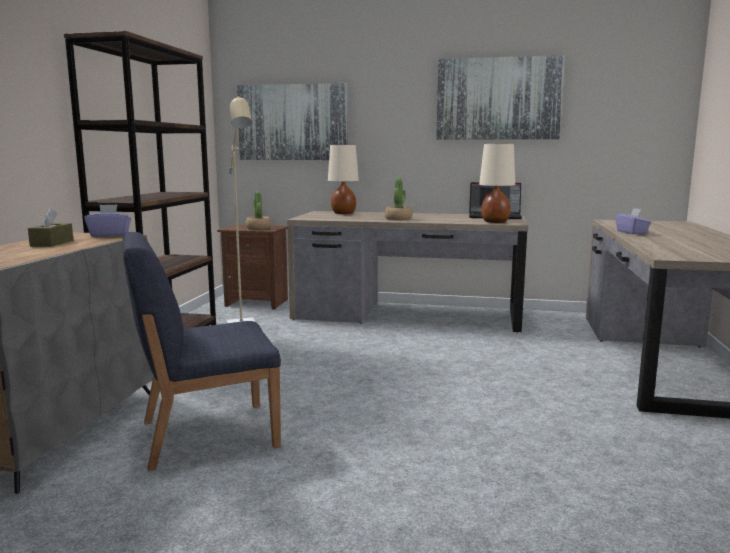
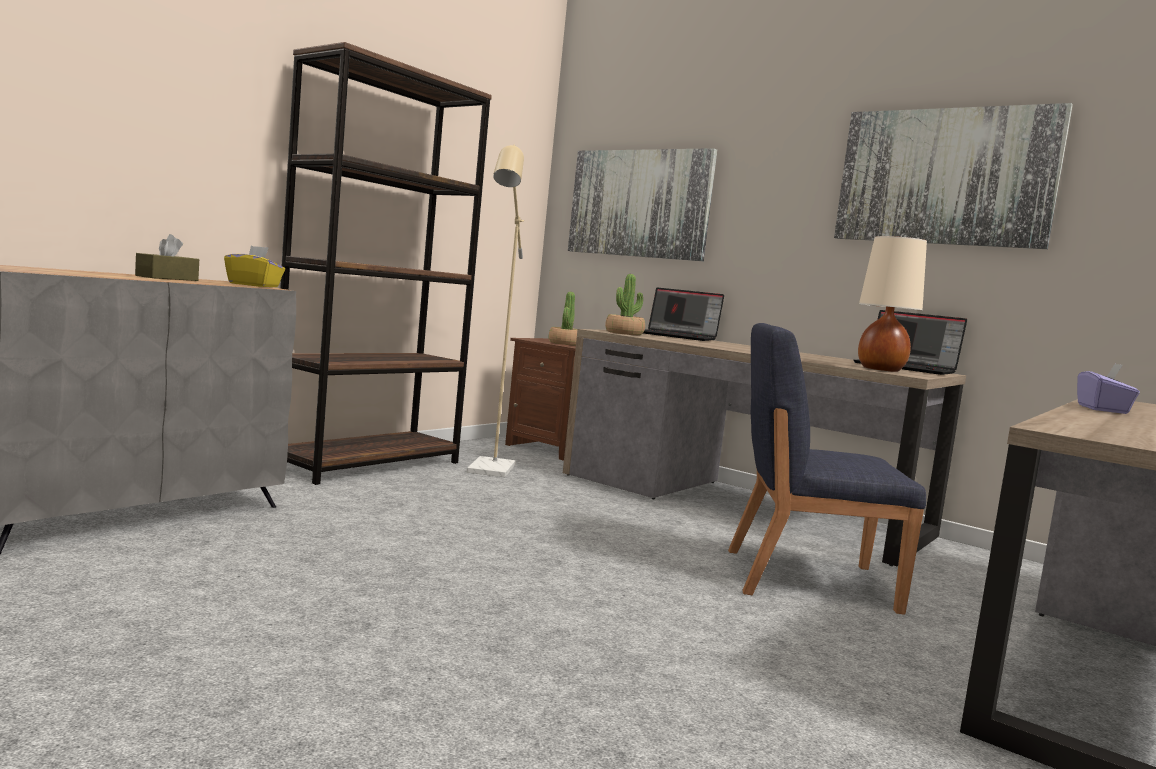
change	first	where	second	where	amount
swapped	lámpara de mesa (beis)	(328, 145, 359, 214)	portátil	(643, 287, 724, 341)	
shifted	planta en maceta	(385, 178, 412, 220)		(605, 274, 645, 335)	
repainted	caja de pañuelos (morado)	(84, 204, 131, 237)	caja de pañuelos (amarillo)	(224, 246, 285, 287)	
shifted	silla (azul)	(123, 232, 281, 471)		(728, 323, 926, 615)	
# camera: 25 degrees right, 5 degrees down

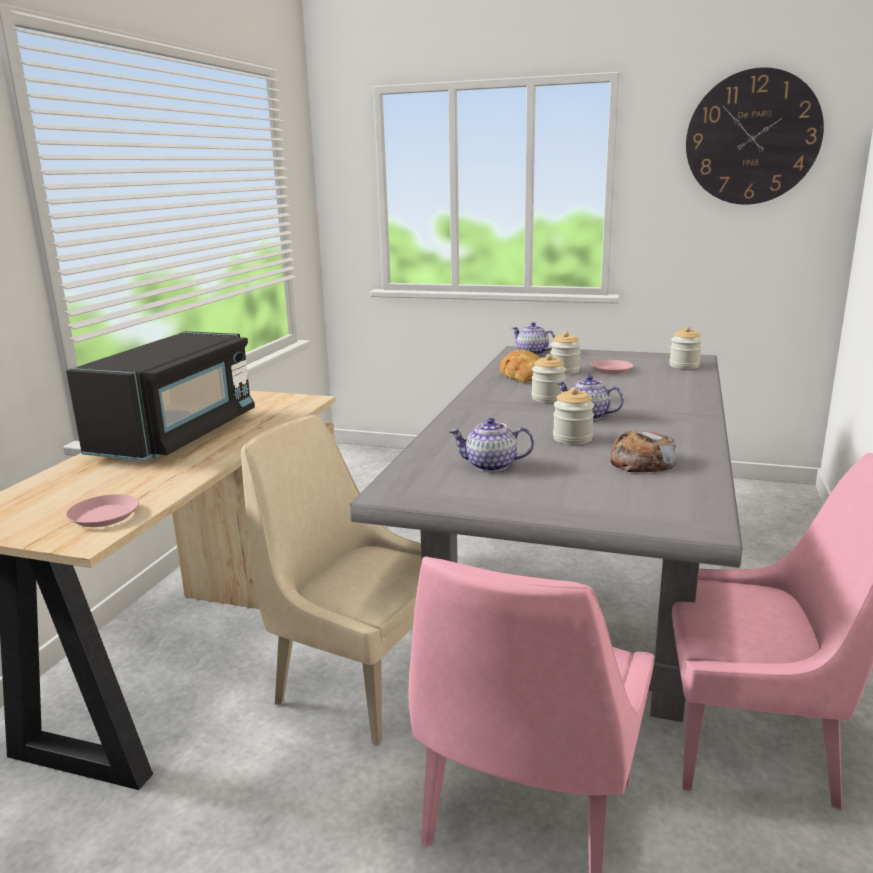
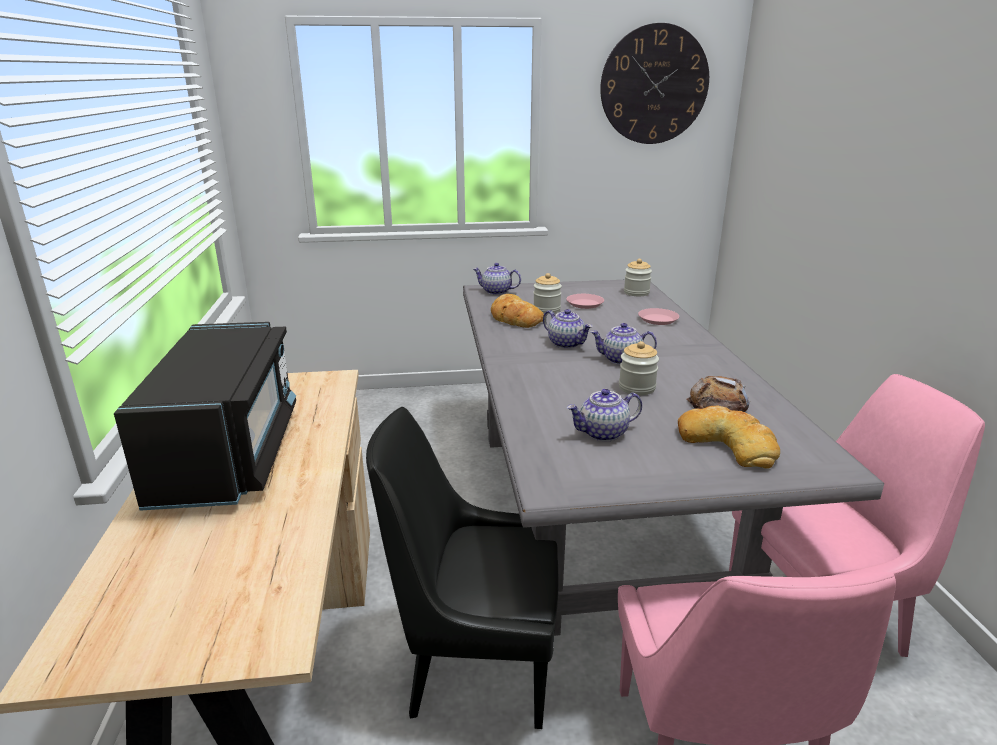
change	first	where	second	where	amount
swapped	tarro	(531, 354, 566, 403)	tetera	(543, 309, 592, 349)	
repainted	silla (beis)	(241, 415, 422, 746)	silla (negro)	(366, 407, 558, 729)	
shifted	plato (rosa)	(66, 494, 139, 527)		(638, 308, 679, 325)	
new			pan	(678, 405, 780, 469)	
# camera: 25 degrees left, 5 degrees up

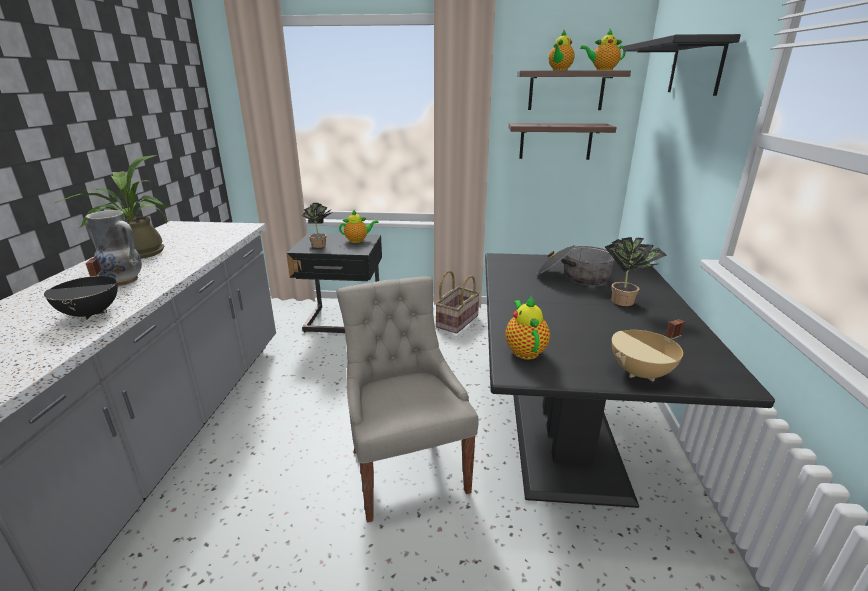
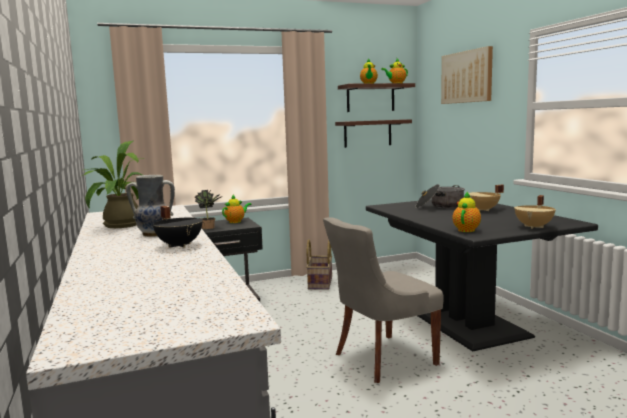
change	first	where	second	where	amount
swapped	estante (negro)	(623, 34, 741, 96)	cuadro	(441, 46, 493, 104)	
swapped	planta en maceta	(605, 237, 667, 306)	olla (beis)	(469, 185, 504, 211)	
rotated	silla (gris)	(336, 276, 479, 522)		(323, 217, 444, 383)	75 degrees counterclockwise
rotated	tetera	(505, 296, 550, 359)		(452, 191, 481, 232)	60 degrees clockwise
# camera: 25 degrees left, 15 degrees down

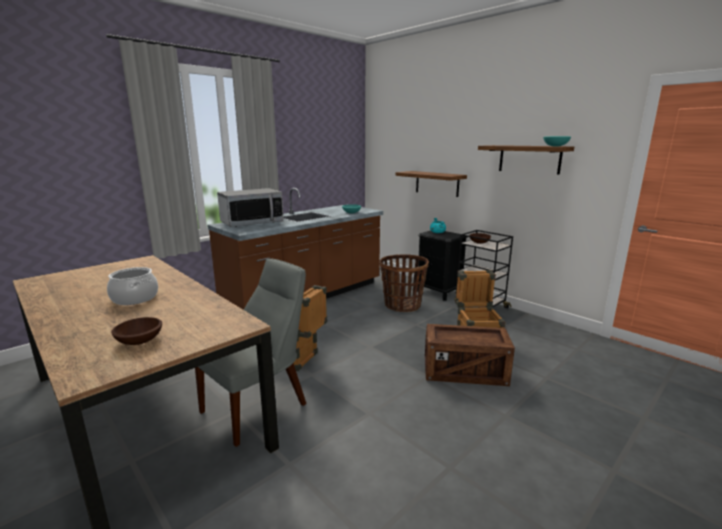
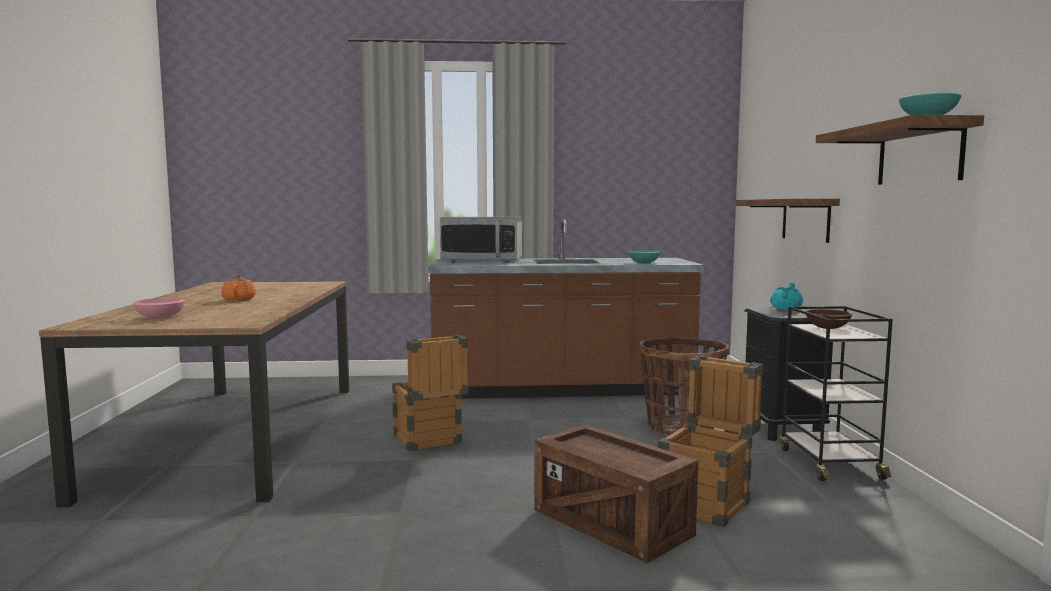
change	first	where	second	where	amount
gone	silla (gris)	(195, 258, 306, 447)			
swapped	olla	(107, 267, 158, 305)	tetera (naranja)	(221, 275, 256, 301)	
repainted	cuenco (marrón)	(111, 317, 162, 345)	cuenco (rosa)	(133, 298, 185, 319)	
# camera: 40 degrees right, 10 degrees down

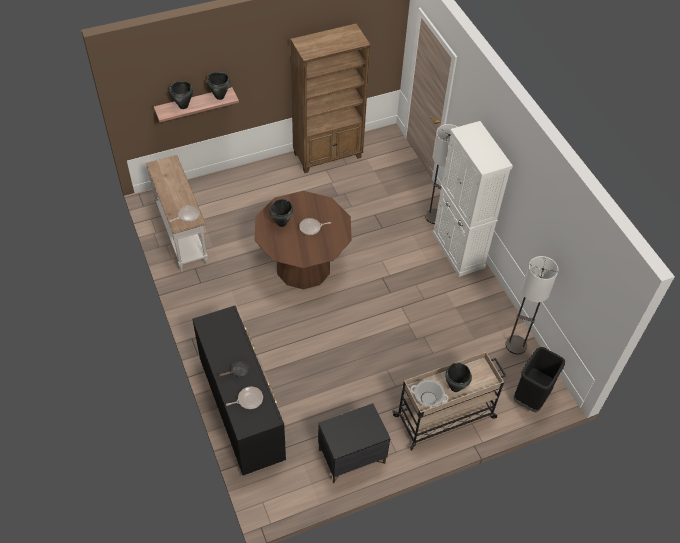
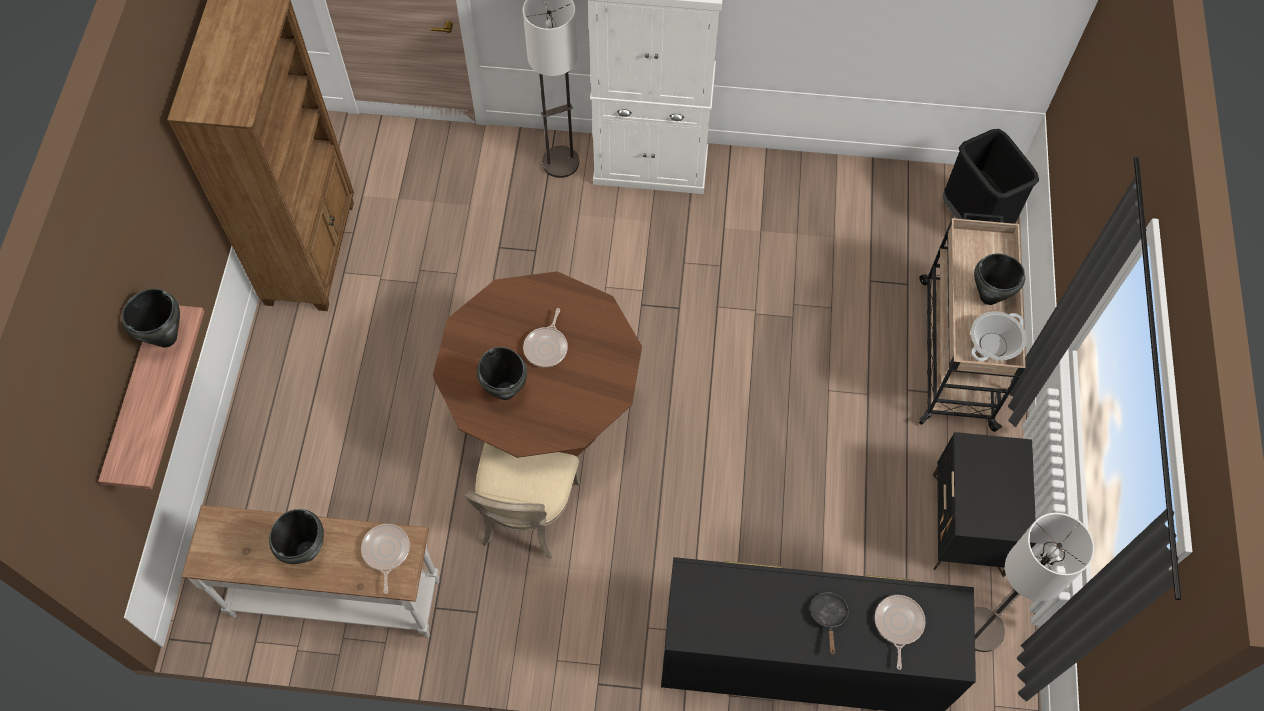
change	first	where	second	where	amount
shifted	olla (negro)	(169, 81, 193, 109)		(269, 509, 324, 564)	
shifted	lámpara de pie	(505, 256, 558, 354)		(974, 512, 1094, 652)	
new			silla (beis)	(464, 442, 580, 559)	
# camera: 60 degrees left, 10 degrees up

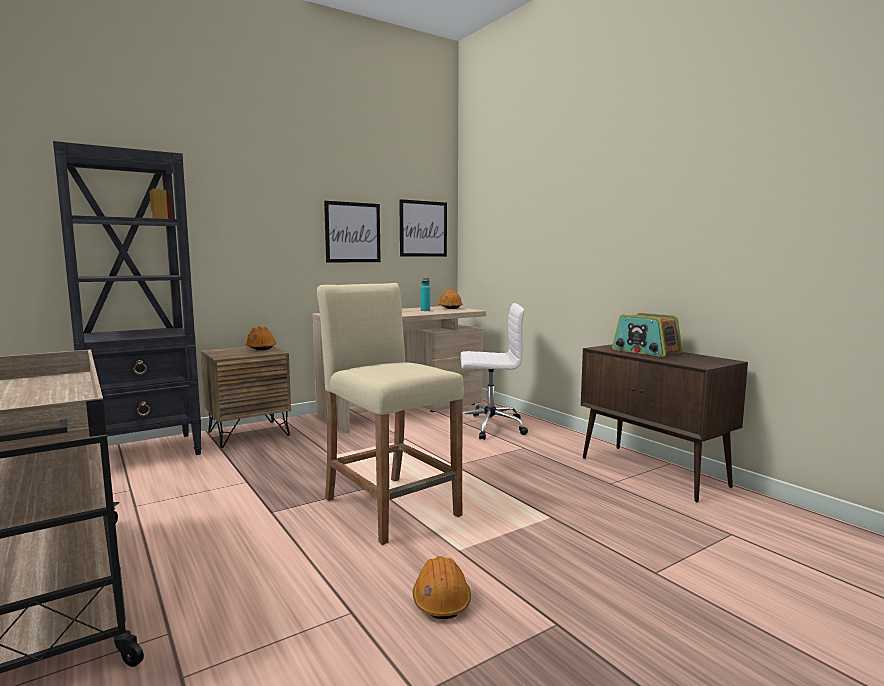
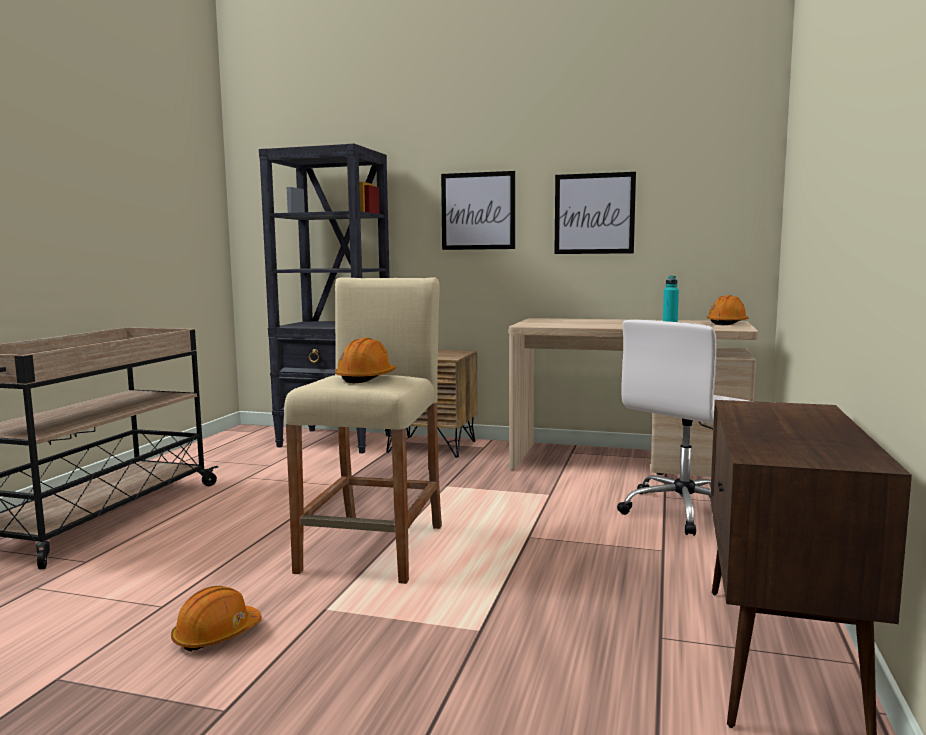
change	first	where	second	where	amount
shifted	cuadro	(399, 199, 447, 257)		(441, 171, 515, 250)	
rotated	silla de oficina (blanco)	(460, 303, 528, 440)		(617, 320, 749, 536)	90 degrees clockwise
gone	radio	(612, 313, 682, 357)			
shifted	casco (naranja)	(245, 326, 277, 351)		(335, 337, 396, 383)	
# camera: 50 degrees right, 0 degrees up

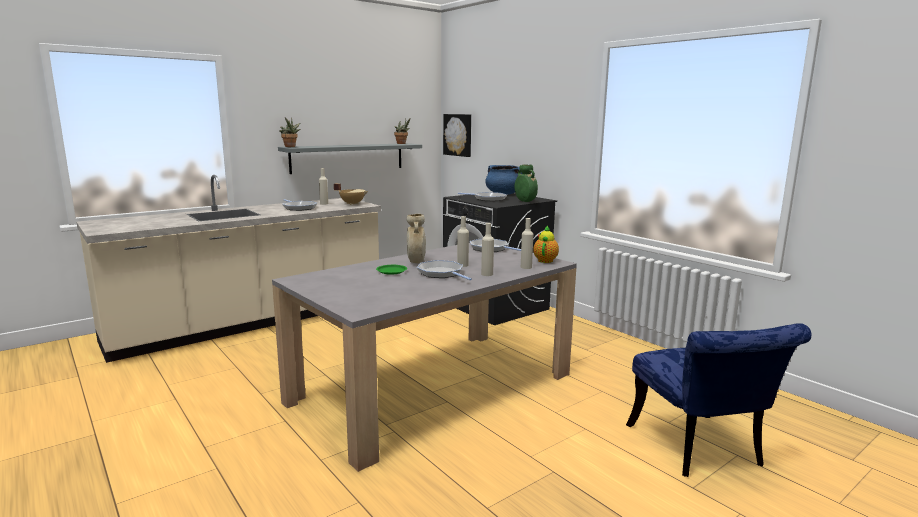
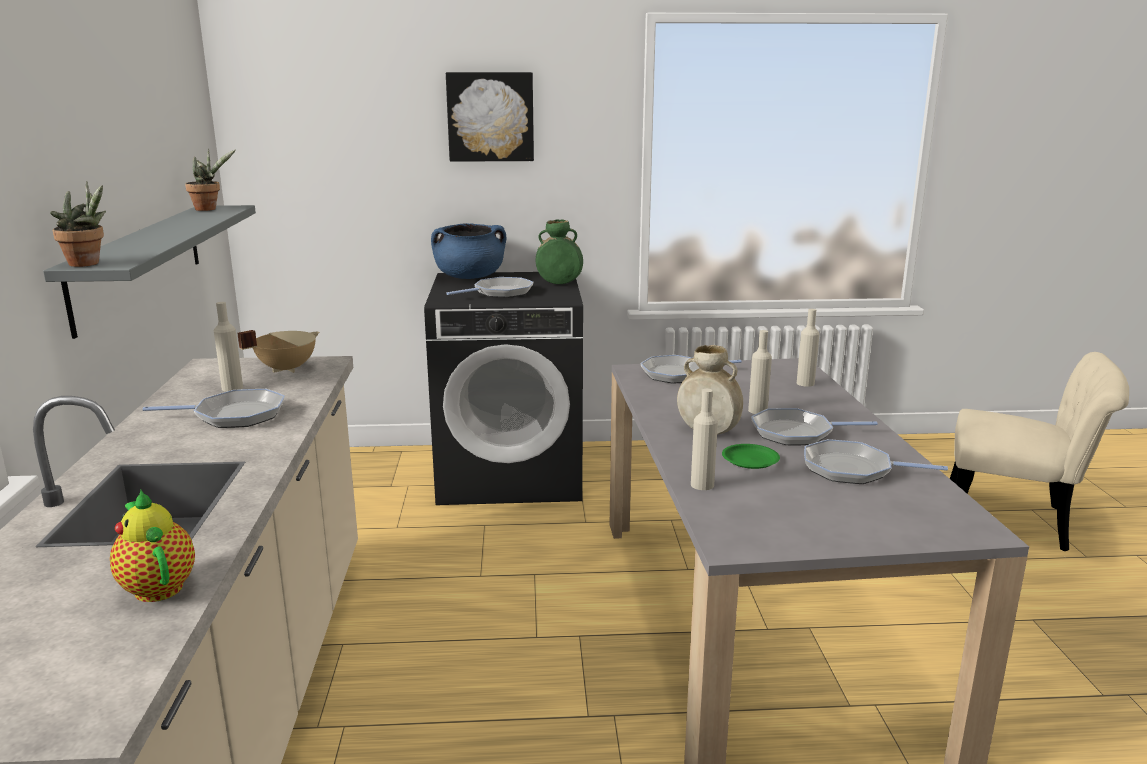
change	first	where	second	where	amount
shifted	cuadro	(443, 114, 471, 157)		(446, 72, 534, 162)	
shifted	botella (beis)	(481, 223, 494, 276)		(691, 389, 718, 490)	
shifted	tetera	(533, 225, 559, 263)		(110, 490, 195, 602)	
repainted	silla (azul)	(626, 323, 811, 477)	silla (beis)	(950, 352, 1129, 551)	
new			sartén	(804, 439, 948, 484)	
# camera: 55 degrees left, 5 degrees up

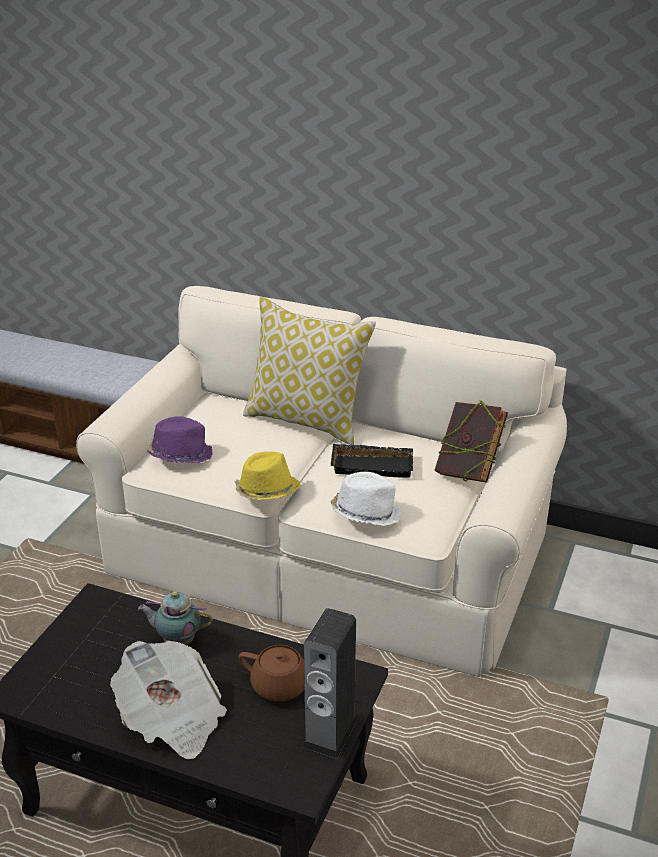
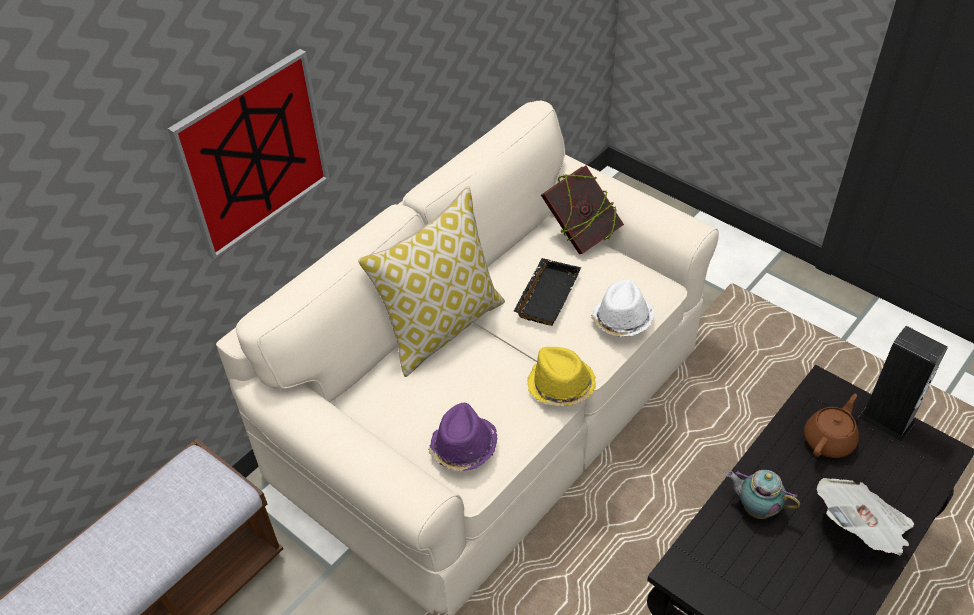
change	first	where	second	where	amount
rotated	tetera	(138, 591, 213, 645)		(726, 470, 800, 519)	90 degrees clockwise
new			cuadro	(168, 49, 329, 260)	
# camera: 70 degrees left, 15 degrees up

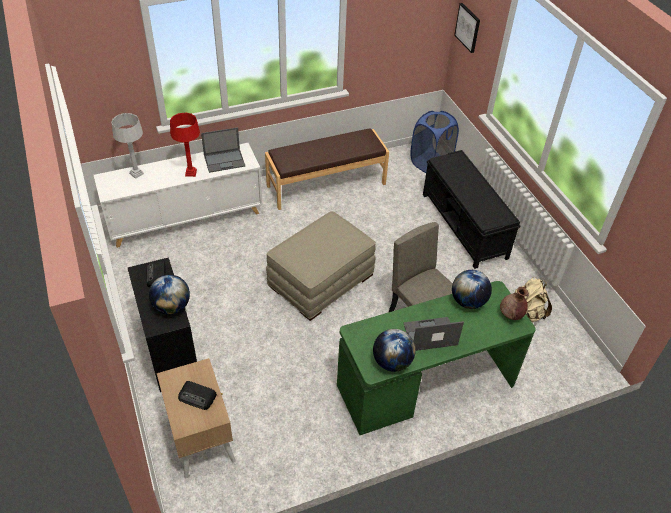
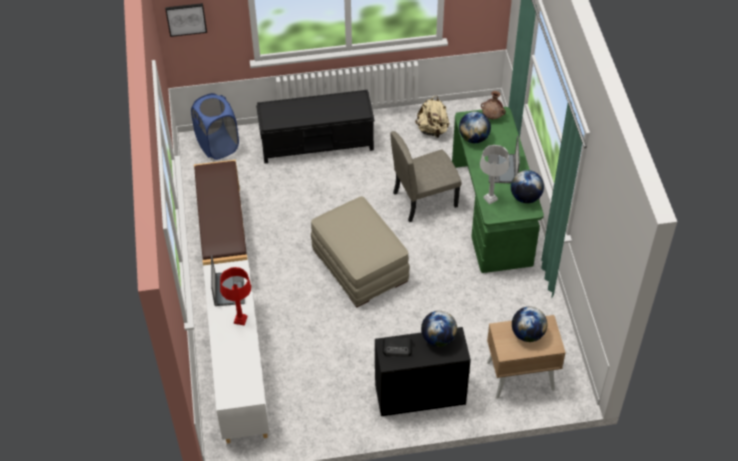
change	first	where	second	where	amount
shifted	lámpara de mesa (gris)	(111, 113, 144, 179)		(480, 145, 509, 205)	
swapped	radio	(178, 381, 217, 410)	globo terráqueo	(512, 306, 547, 342)	
# camera: 75 degrees left, 5 degrees up

